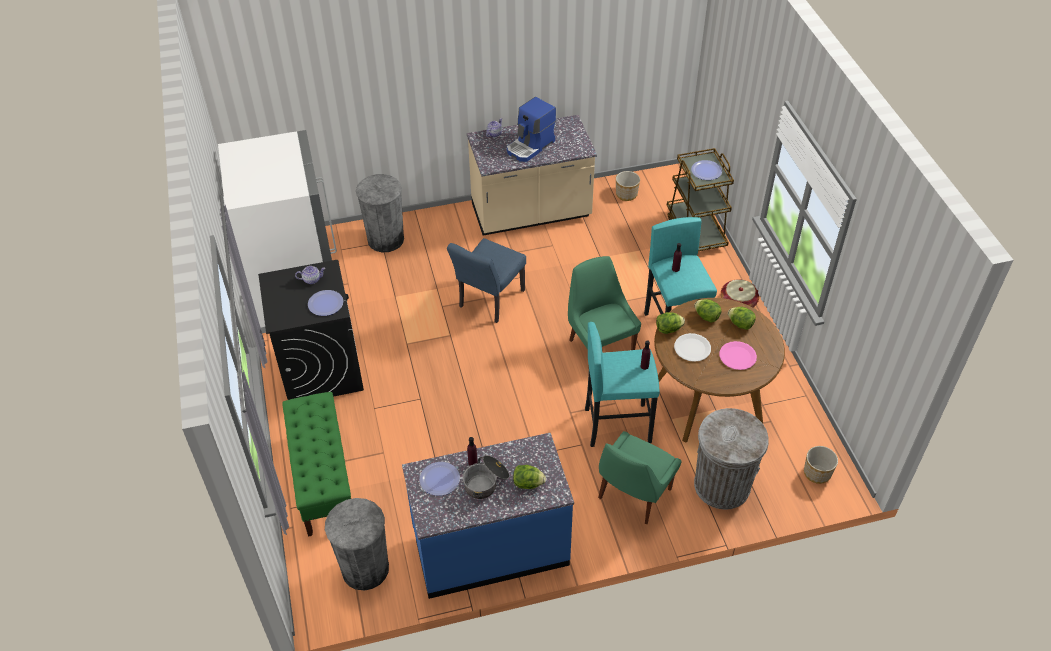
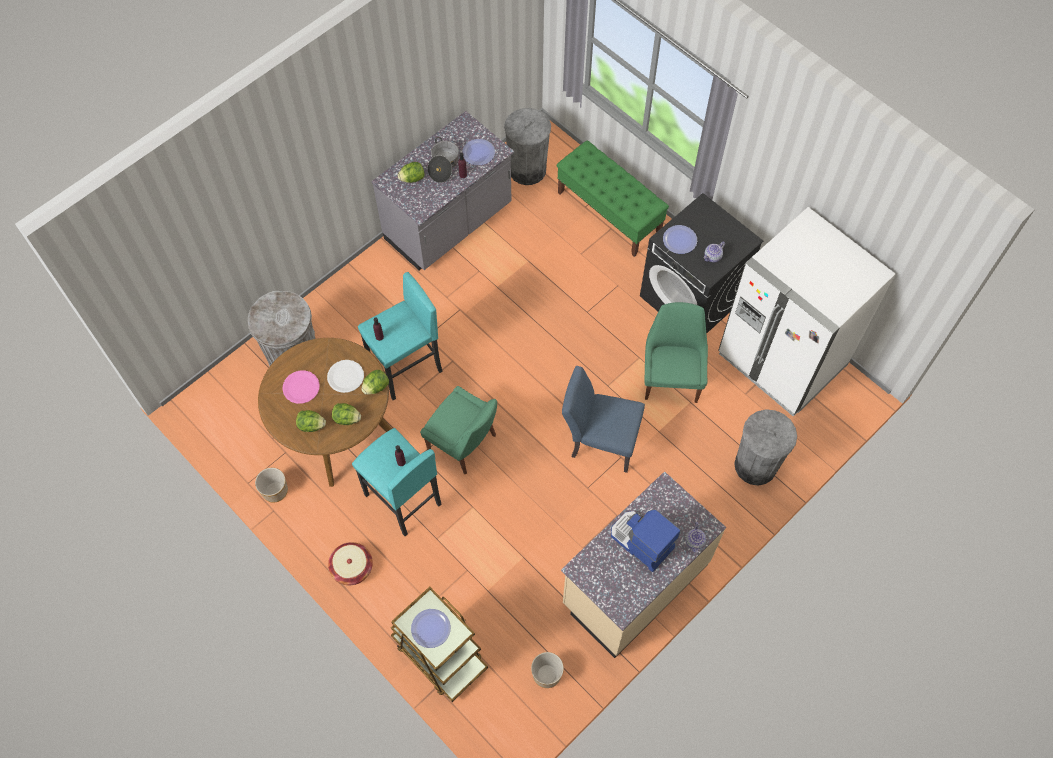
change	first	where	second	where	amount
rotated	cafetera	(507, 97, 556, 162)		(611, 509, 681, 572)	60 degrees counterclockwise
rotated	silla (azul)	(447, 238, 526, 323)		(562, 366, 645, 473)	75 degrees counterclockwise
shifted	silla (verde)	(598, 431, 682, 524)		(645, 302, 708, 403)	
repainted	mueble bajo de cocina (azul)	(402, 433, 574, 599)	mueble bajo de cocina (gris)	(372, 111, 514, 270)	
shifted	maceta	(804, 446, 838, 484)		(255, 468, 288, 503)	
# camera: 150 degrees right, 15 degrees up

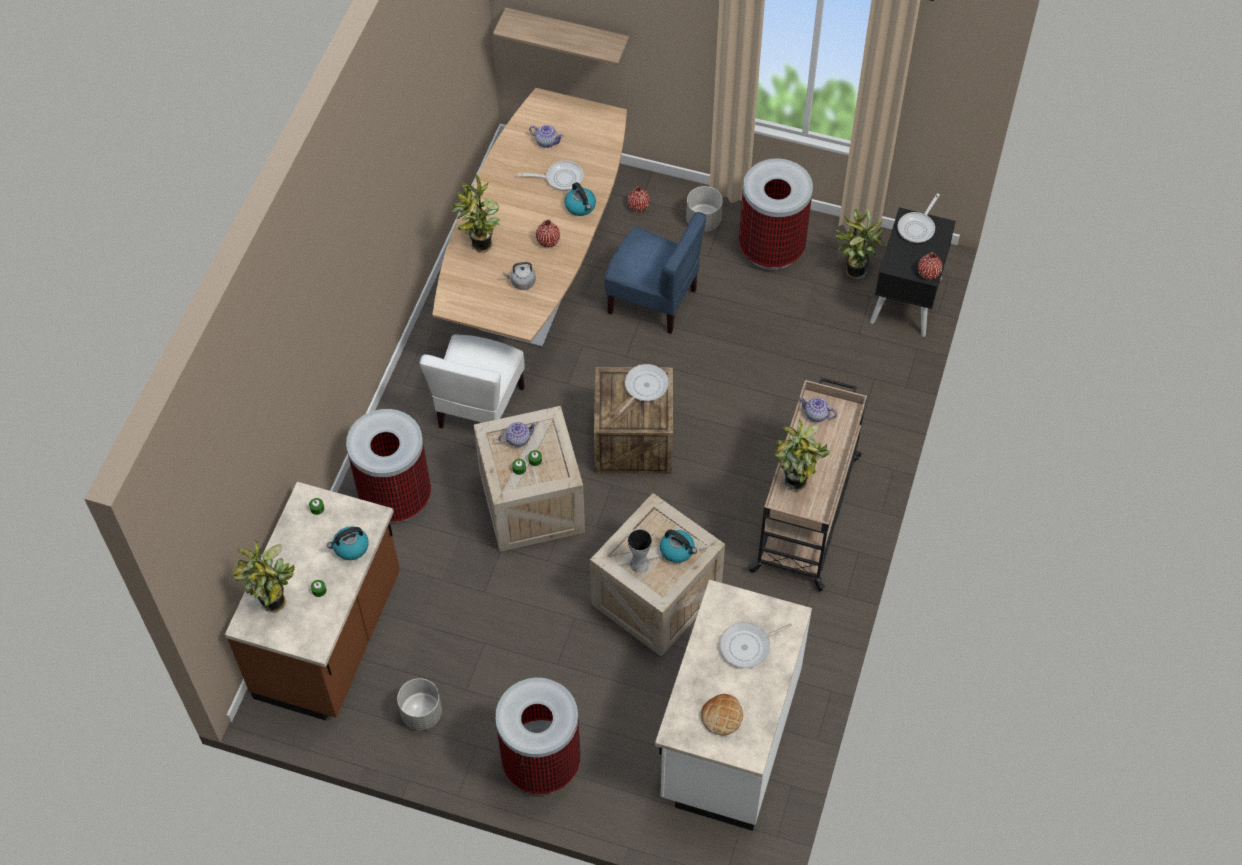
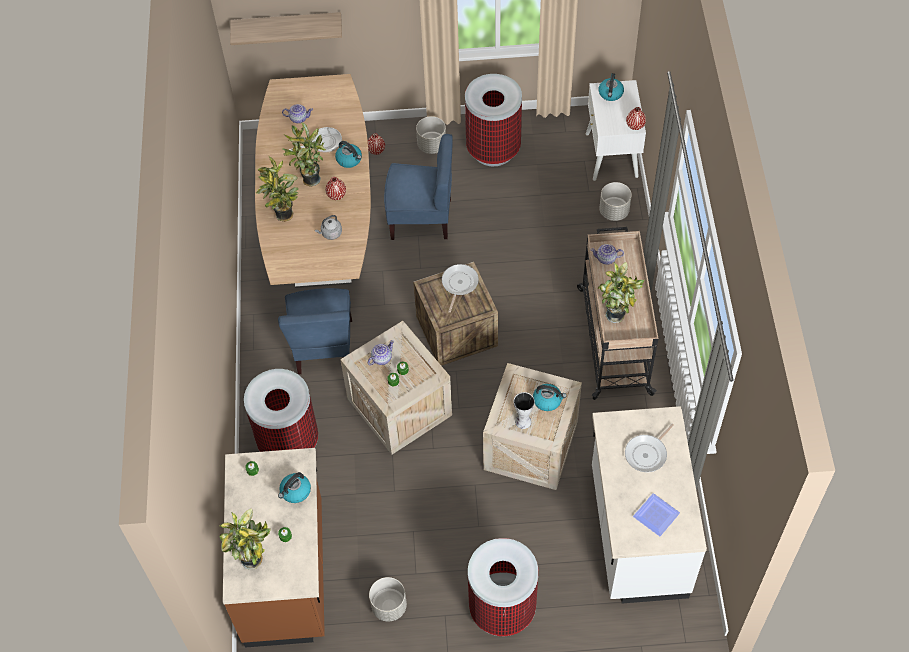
change	first	where	second	where	amount
swapped	sartén	(898, 193, 940, 243)	hervidor	(599, 73, 624, 101)	
repainted	mesita de noche (negro)	(870, 207, 956, 337)	mesita de noche (blanco)	(586, 80, 646, 181)	
shifted	planta en maceta	(835, 208, 883, 279)		(283, 122, 326, 187)	
repainted	silla (blanco)	(420, 334, 525, 429)	silla (azul)	(278, 288, 352, 374)	
swapped	pan	(701, 694, 743, 736)	plato	(633, 493, 680, 536)	
new			maceta (gris)	(599, 182, 632, 221)	
# camera: 20 degrees left, 0 degrees up

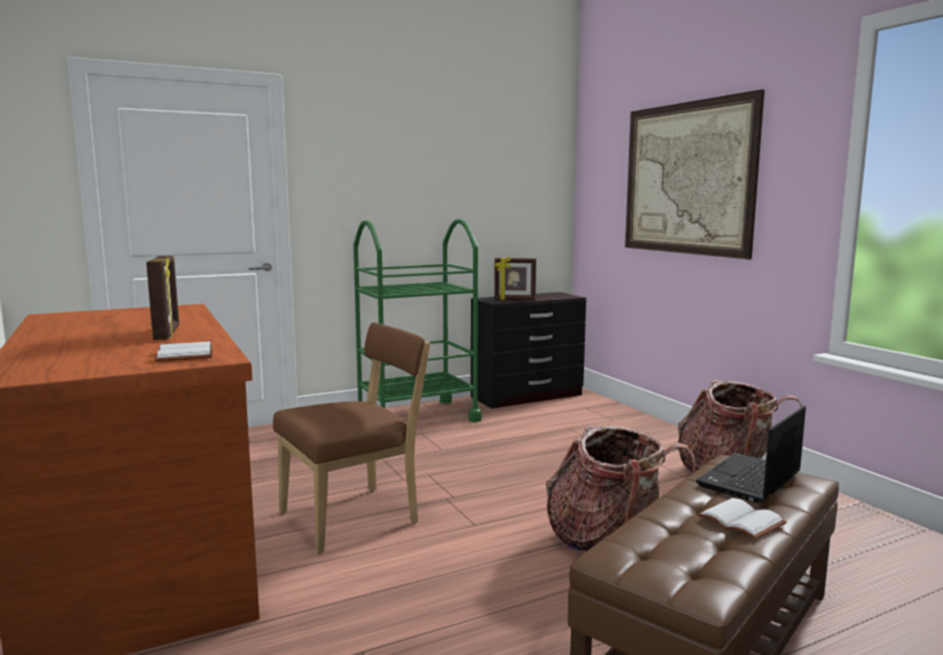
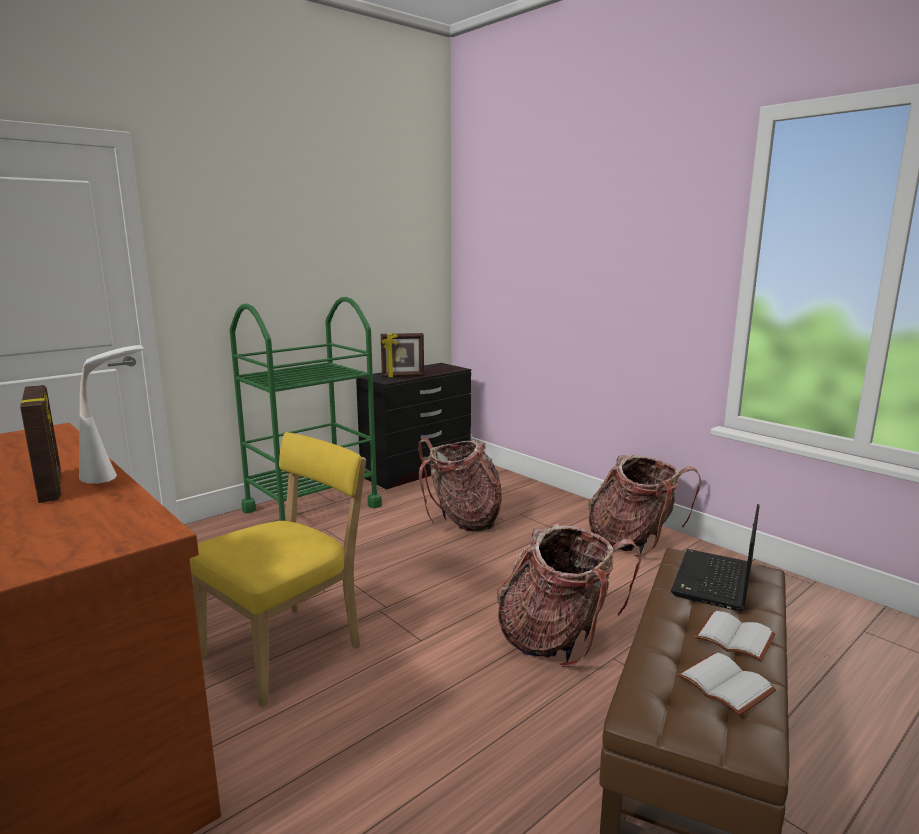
change	first	where	second	where	amount
gone	cuadro	(625, 89, 765, 259)			
repainted	silla (marrón)	(273, 322, 430, 553)	silla (amarillo)	(190, 432, 366, 708)	
shifted	libro (blanco)	(155, 341, 213, 362)		(677, 653, 777, 716)	
new			lámpara de mesa (blanco)	(79, 345, 144, 484)	
new			mochila	(418, 438, 502, 531)	
# camera: 15 degrees left, 5 degrees up

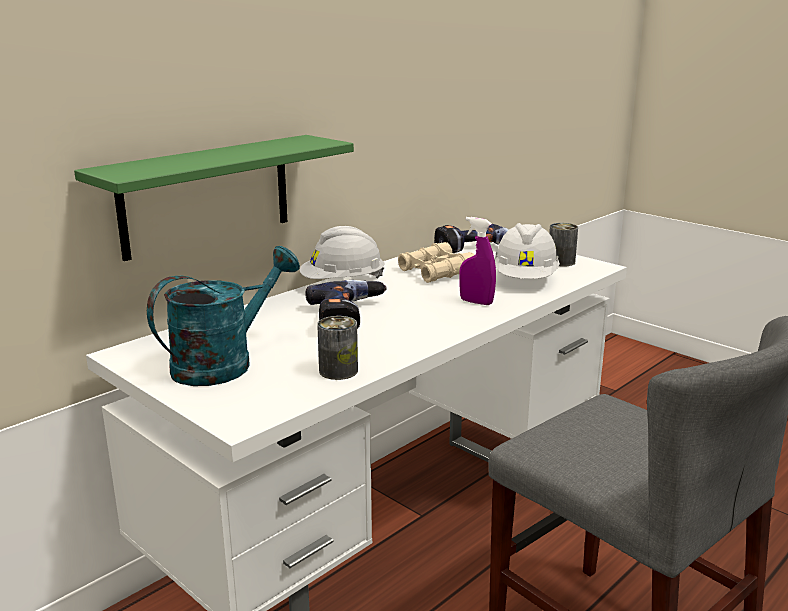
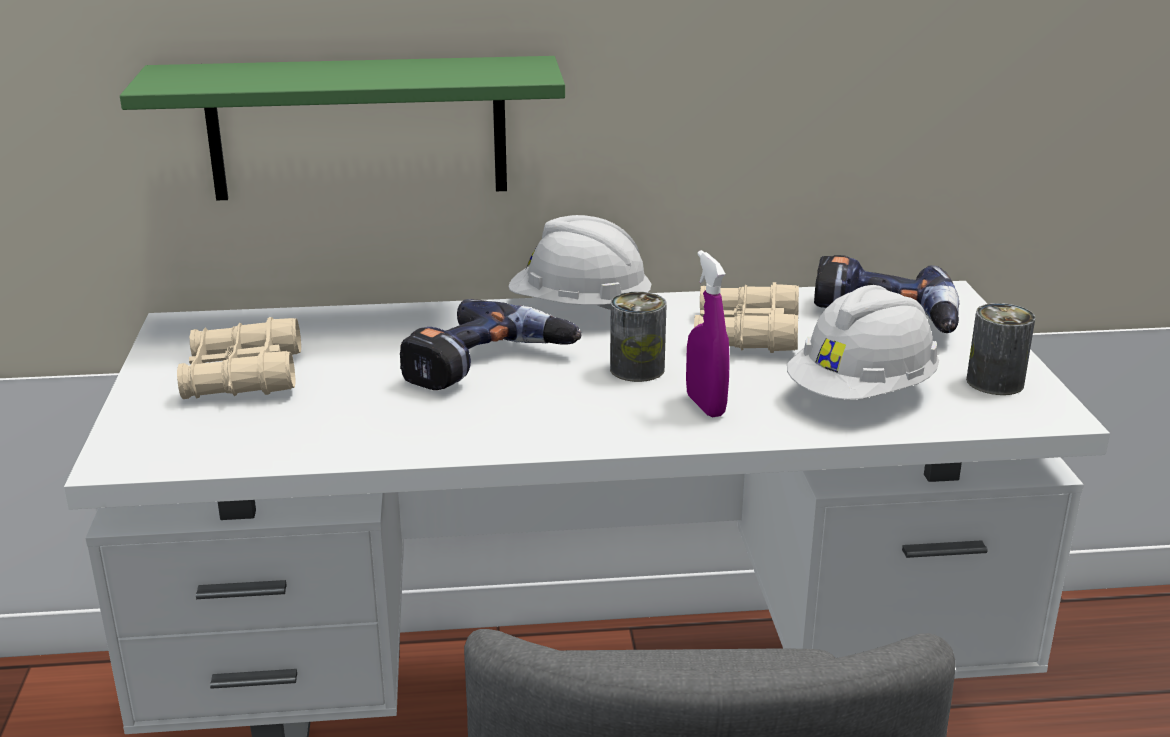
change	first	where	second	where	amount
swapped	regadera (turquesa)	(147, 246, 300, 386)	prismáticos (beis)	(177, 317, 301, 399)	
shifted	lata	(317, 316, 358, 380)		(610, 292, 667, 382)	
# camera: 40 degrees right, 5 degrees up

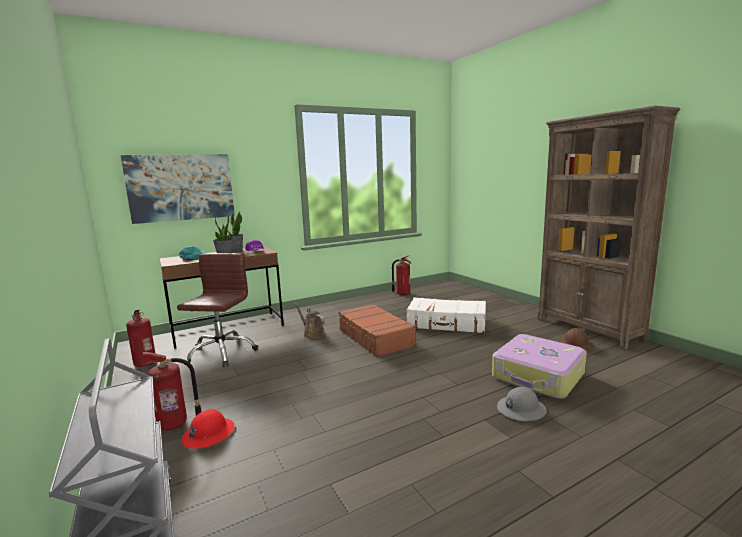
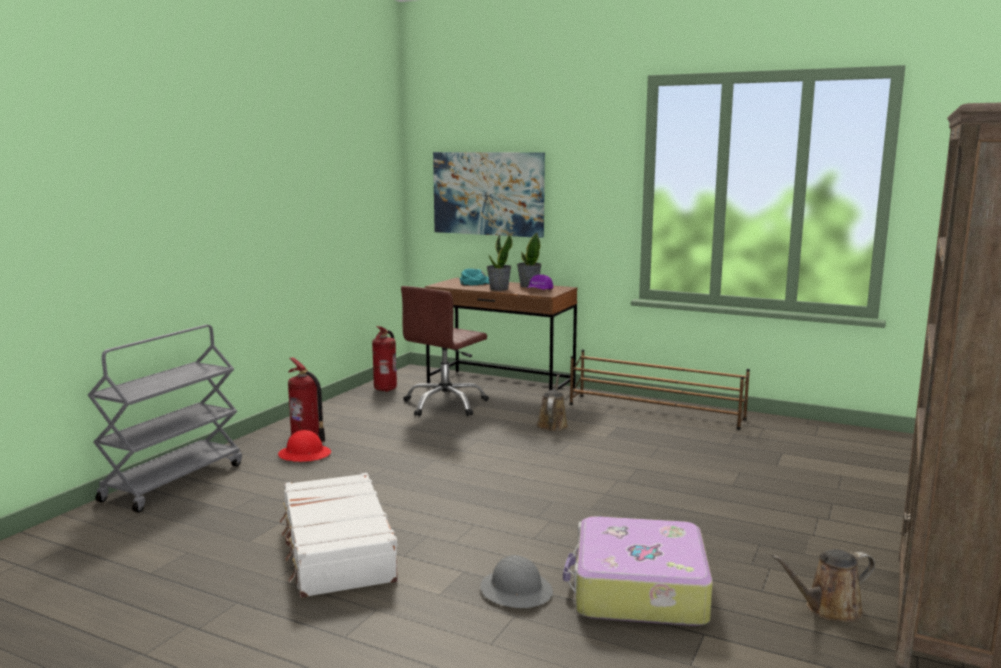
change	first	where	second	where	amount
rotated	silla de oficina (marrón)	(177, 253, 258, 367)		(401, 286, 489, 416)	150 degrees clockwise
gone	extintor	(392, 255, 411, 295)			
shifted	maleta (blanco)	(406, 297, 486, 333)		(280, 473, 398, 598)	
gone	maleta (marrón)	(338, 304, 416, 357)			
swapped	casco (marrón)	(558, 328, 594, 351)	regadera (marrón)	(772, 549, 875, 622)	
new			zapatero (marrón)	(570, 350, 750, 430)	
# camera: 55 degrees right, 0 degrees up

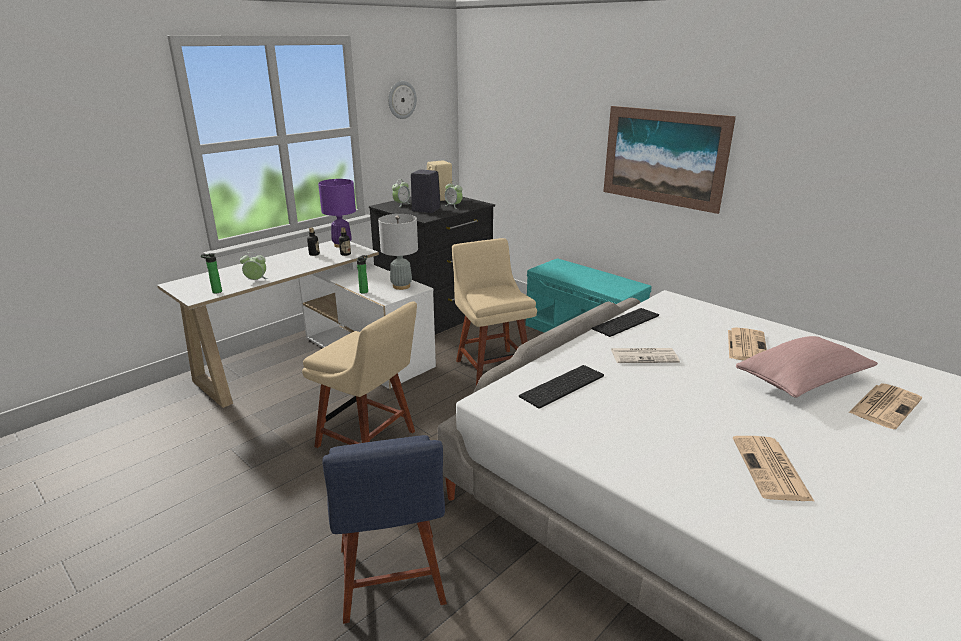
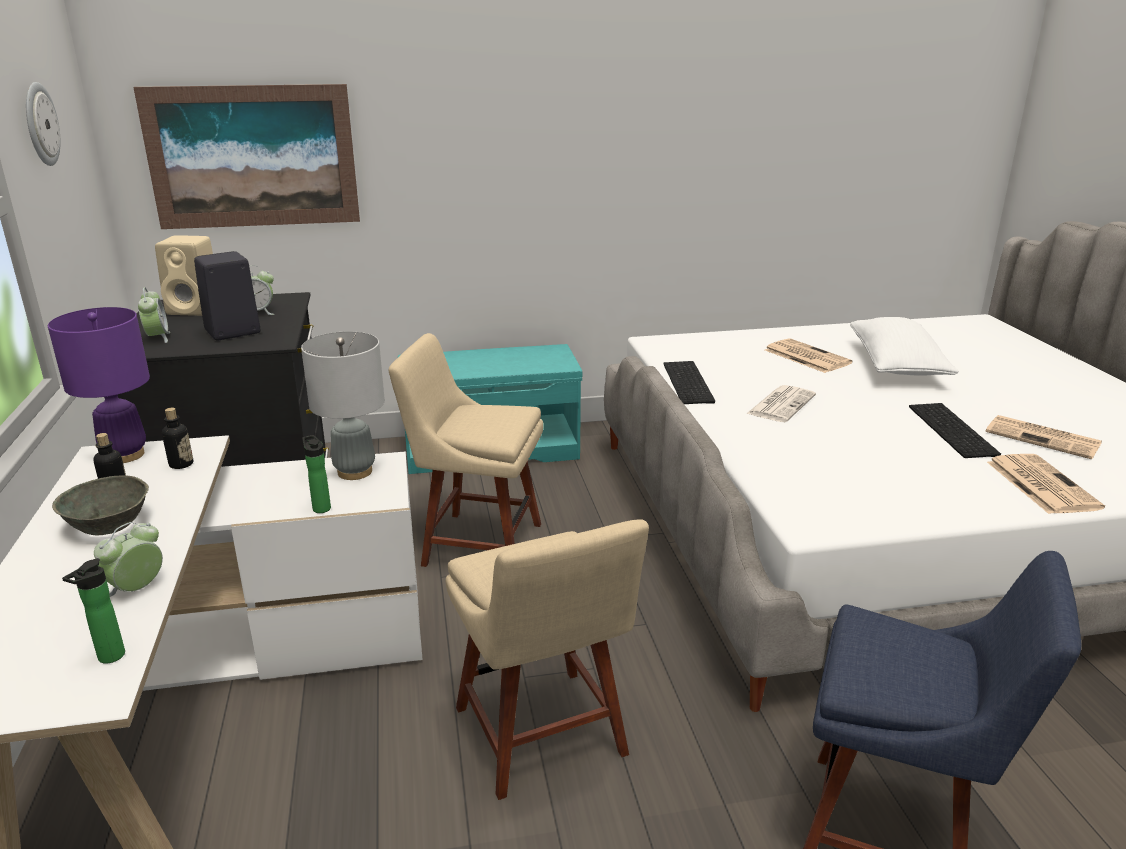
change	first	where	second	where	amount
shifted	cuadro	(603, 106, 736, 214)		(133, 84, 360, 229)	
rotated	silla (beis)	(302, 302, 417, 448)		(446, 519, 649, 800)	90 degrees clockwise
repainted	cojín (rosa)	(736, 336, 878, 398)	cojín (blanco)	(850, 317, 959, 376)	
shifted	teclado	(519, 365, 604, 409)		(909, 403, 1001, 458)	
shifted	periódico	(848, 384, 922, 429)		(987, 454, 1105, 514)	
new			cuenco (gris)	(52, 475, 149, 535)	
# camera: 55 degrees left, 0 degrees up

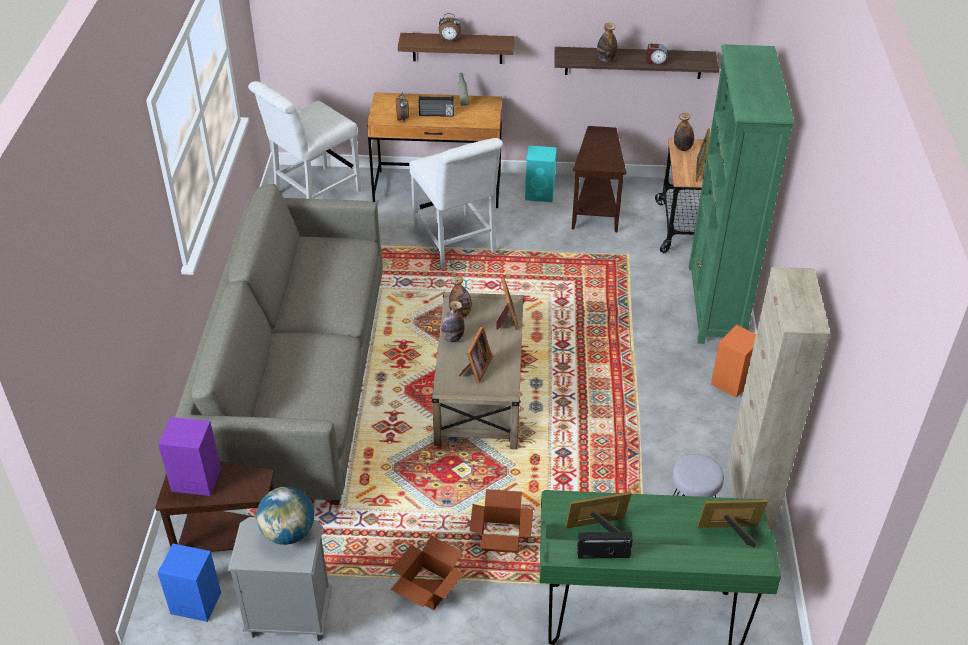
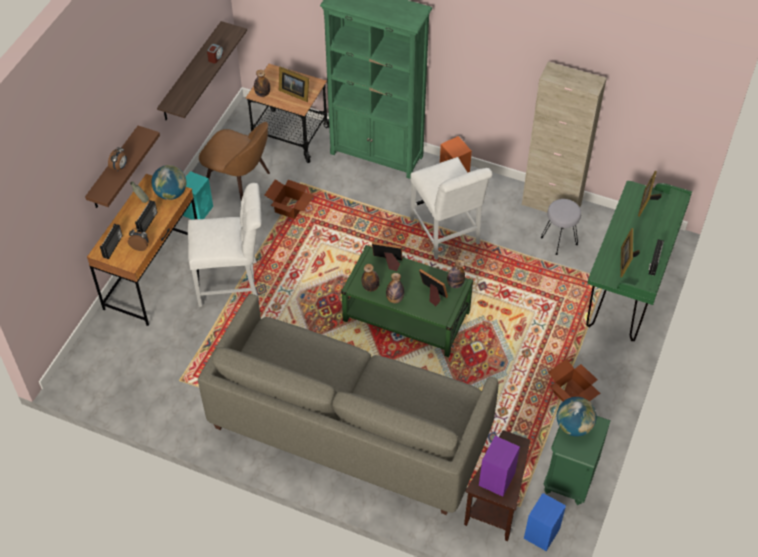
change	first	where	second	where	amount
shifted	botella	(597, 23, 617, 62)		(447, 260, 465, 288)	
shifted	silla (blanco)	(248, 81, 361, 199)		(410, 157, 493, 260)	
swapped	mesa auxiliar (marrón)	(572, 126, 626, 232)	silla (marrón)	(199, 122, 270, 200)	
repainted	mesa de centro (beis)	(431, 292, 525, 449)	mesa de centro (verde)	(341, 245, 473, 357)	
shifted	caja de cartón	(470, 489, 533, 553)		(265, 179, 314, 219)	
repainted	mesita de noche (gris)	(228, 517, 332, 641)	mesita de noche (verde)	(544, 416, 611, 505)	
new			globo terráqueo	(151, 165, 187, 200)	
new			radio	(100, 224, 122, 259)	
# camera: 70 degrees left, 10 degrees up

